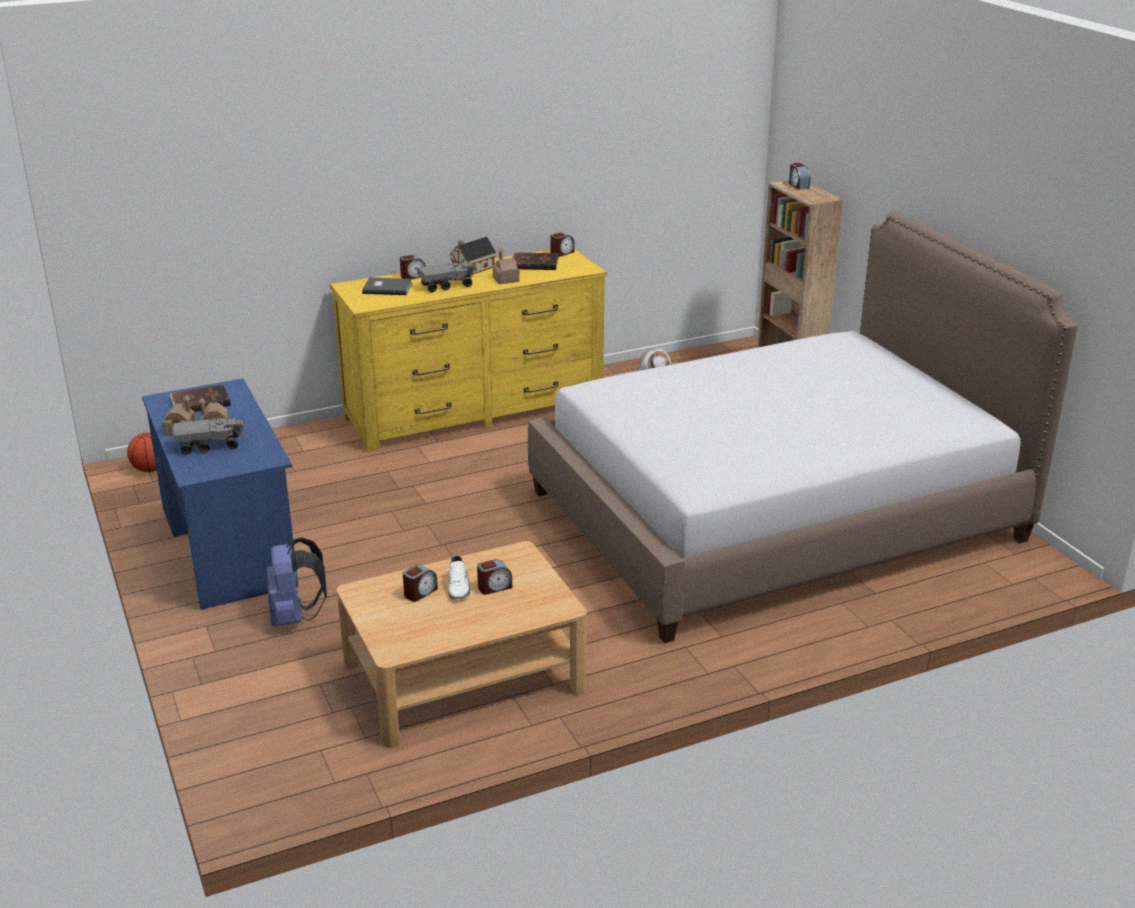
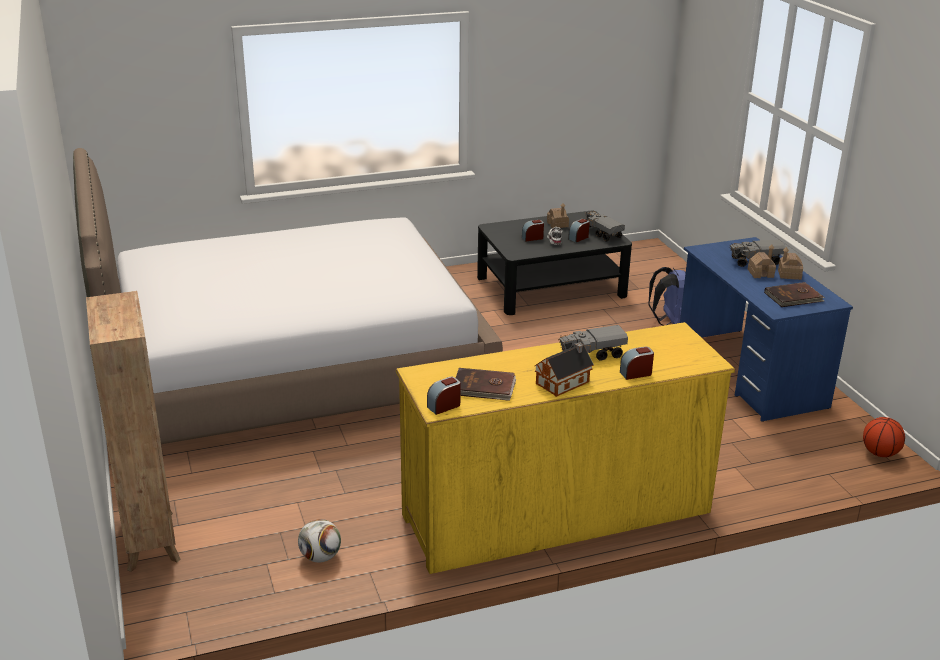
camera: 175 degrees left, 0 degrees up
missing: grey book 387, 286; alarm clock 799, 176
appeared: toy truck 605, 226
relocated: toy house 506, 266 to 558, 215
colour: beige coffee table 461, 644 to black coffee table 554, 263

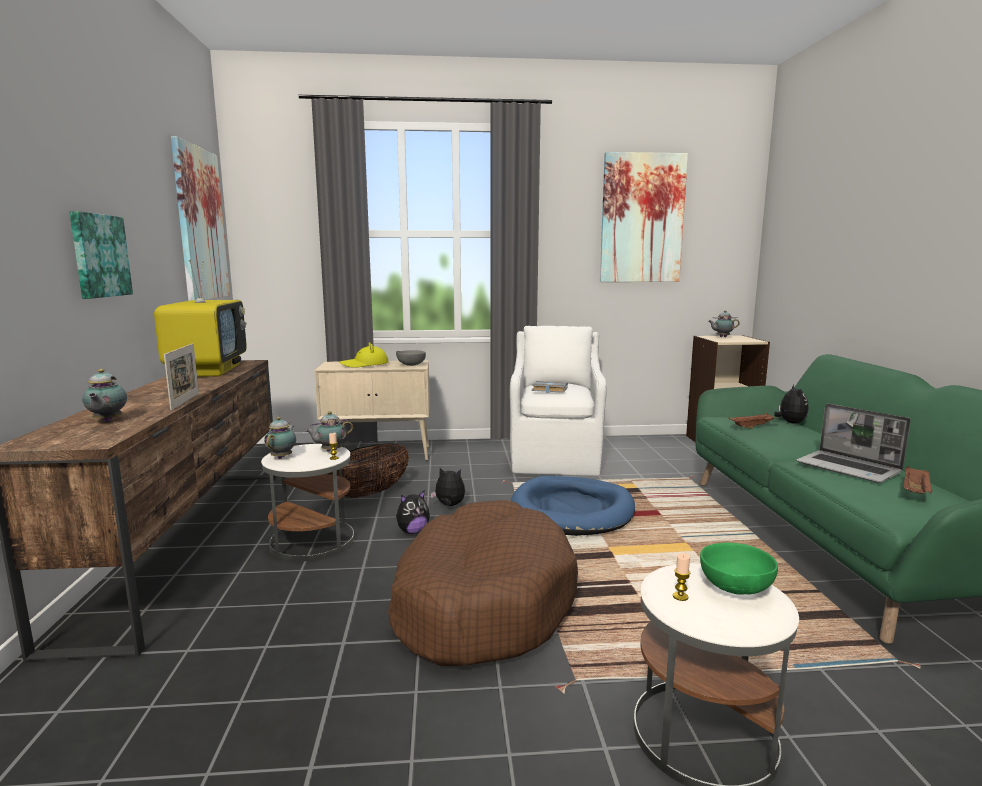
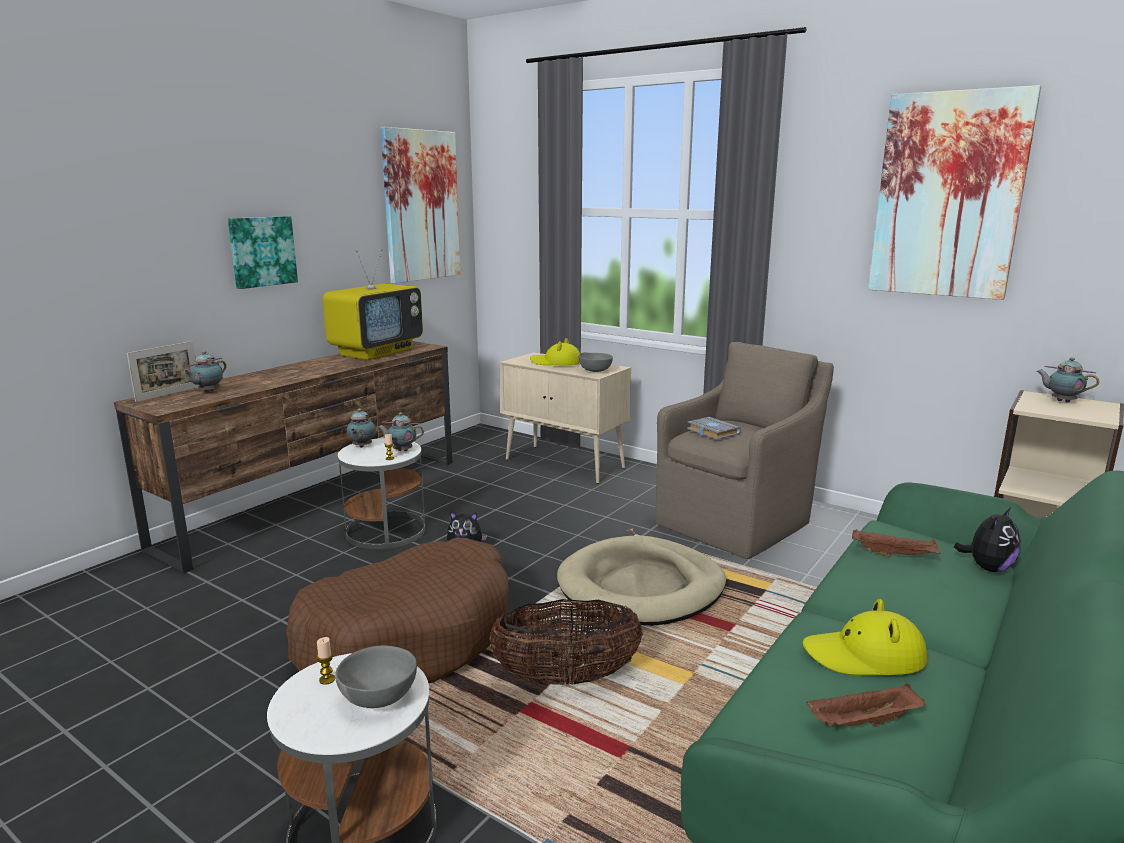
camera: 40 degrees right, 5 degrees up
missing: plush toy 447, 487
relocated: picture frame 181, 376 to 163, 371; basket 368, 470 to 566, 642
exchanged: laptop 853, 443 to yellow hat 865, 637
colour: white armchair 558, 401 to brown armchair 745, 450; blue dog bed 573, 506 to beige dog bed 641, 581; green bowl 739, 569 to grey bowl 376, 676
spun: teapot 280, 438 = 361, 428 135 degrees clockwise

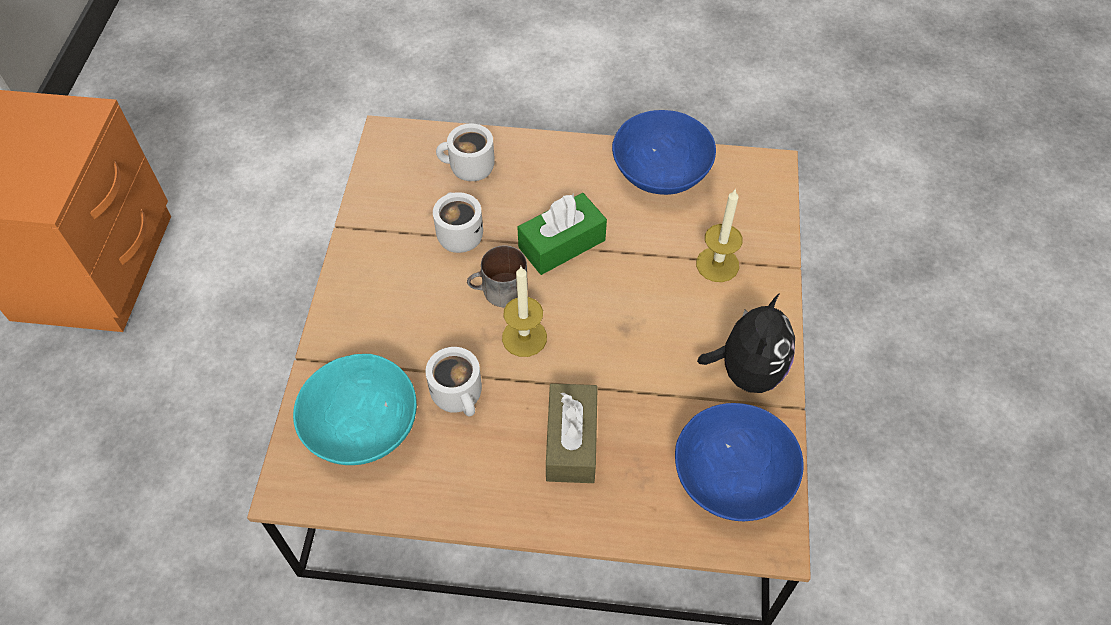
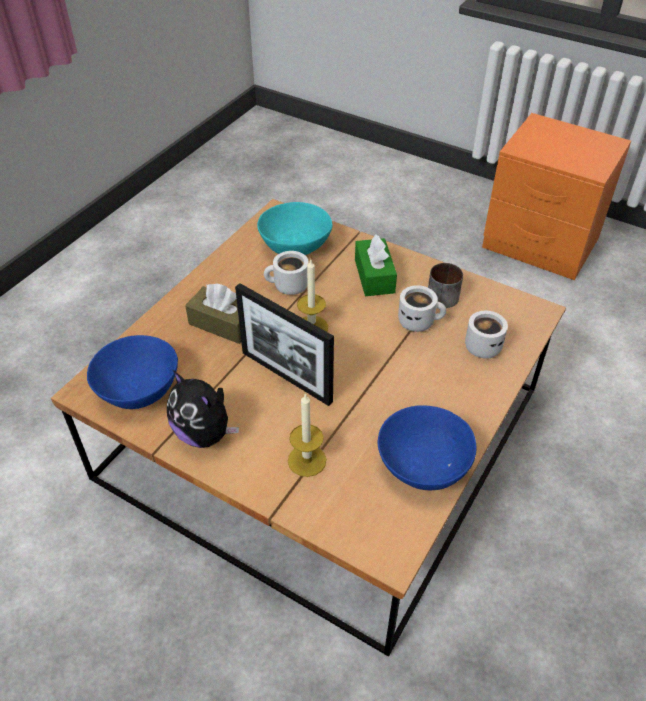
camera: 115 degrees right, 10 degrees down
appeared: picture frame 284, 344
relocated: mug 497, 276 to 445, 285; green tissue box 562, 234 to 376, 265

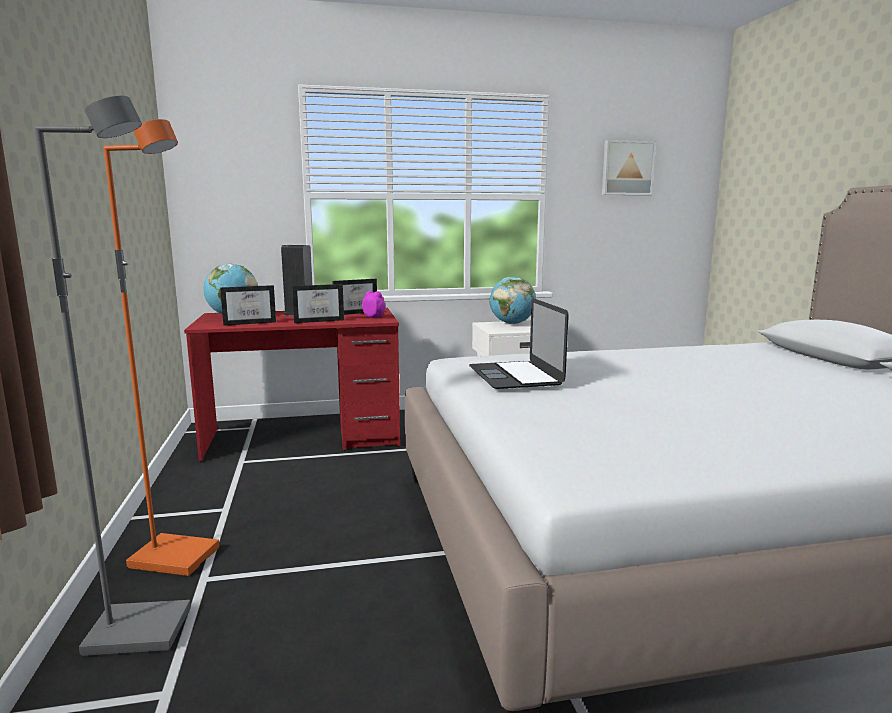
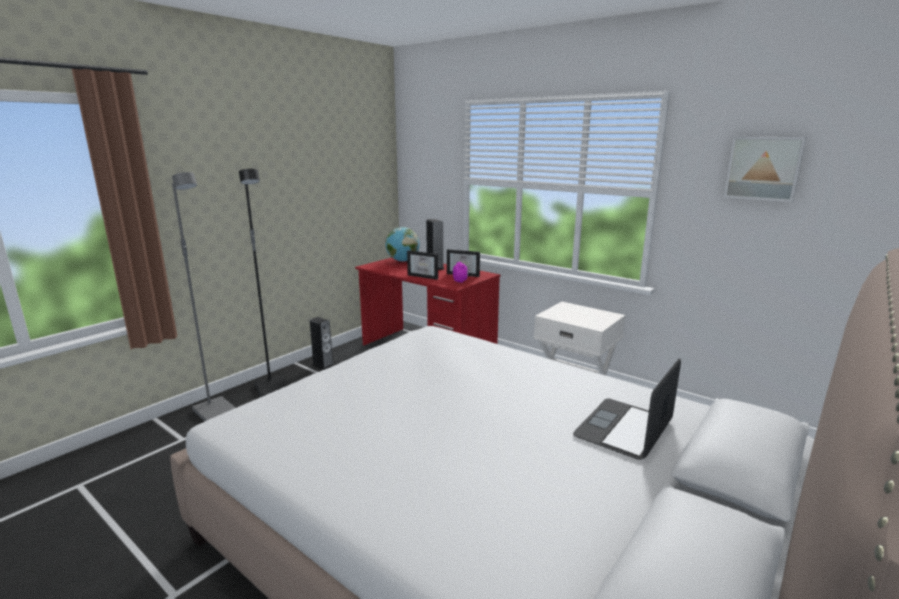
camera: 50 degrees right, 5 degrees up
missing: picture frame 248, 305; globe 513, 300
appeared: speaker 322, 343
relocated: laptop 519, 343 to 627, 409
colour: orange floor lamp 161, 347 to black floor lamp 263, 283

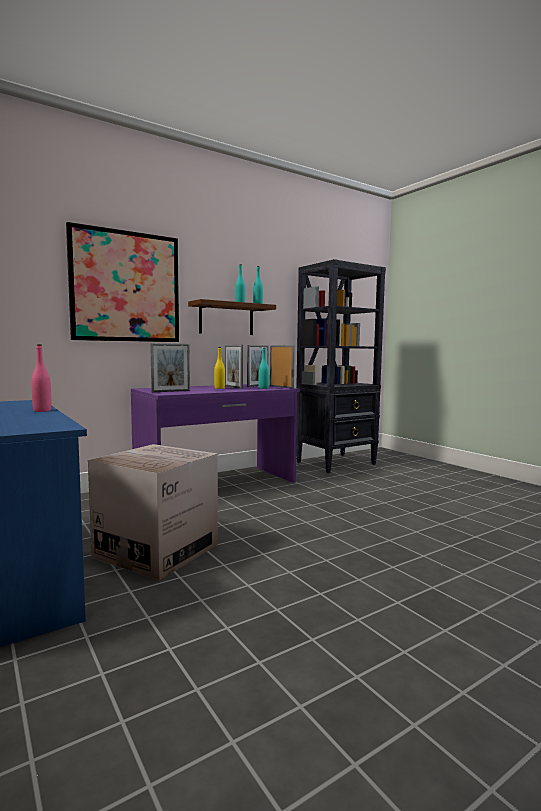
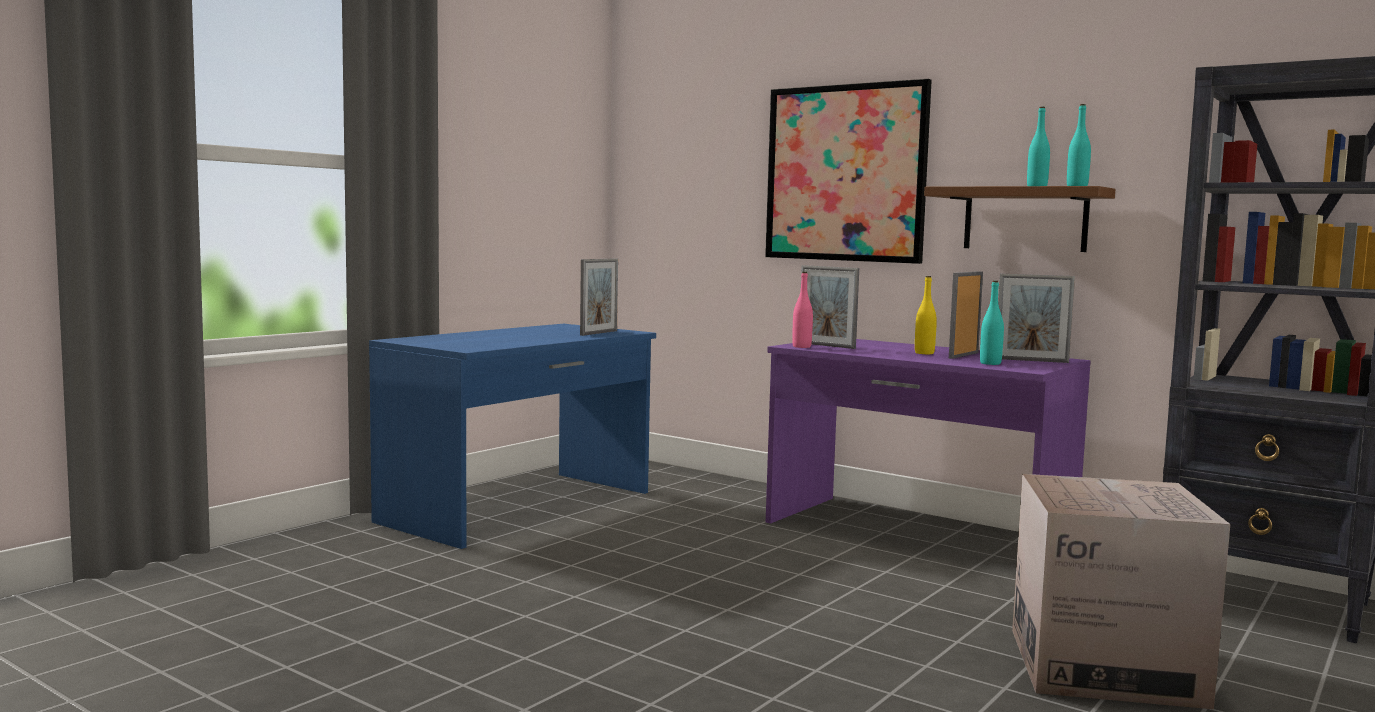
camera: 70 degrees right, 0 degrees up
relocated: pink bottle 41, 378 to 802, 310; cardboard box 153, 512 to 1121, 591; picture frame 282, 366 to 599, 297

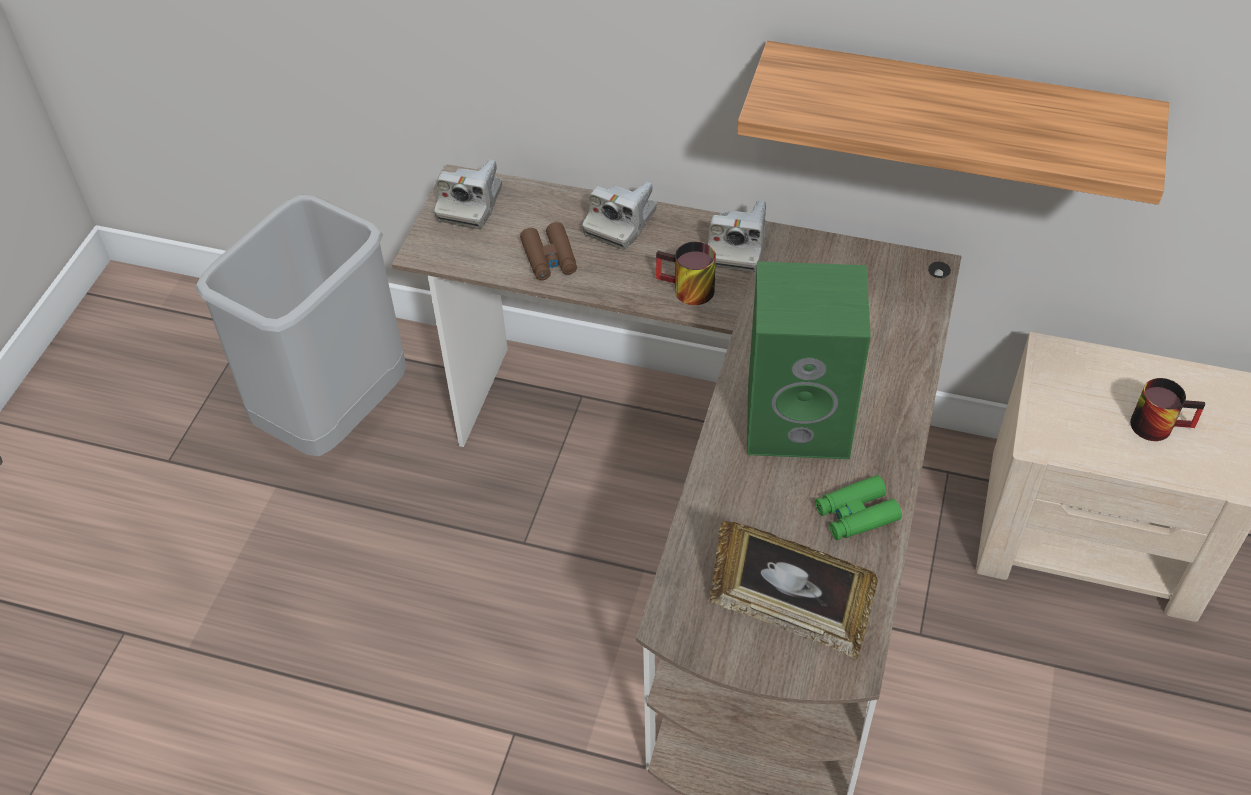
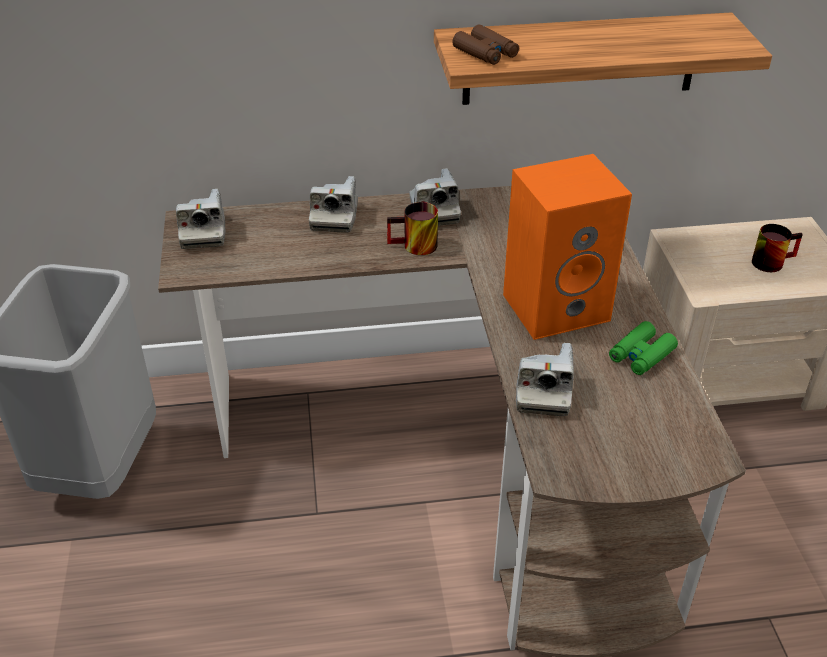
camera: 25 degrees left, 10 degrees down
missing: picture frame 793, 590
appeared: photo camera 545, 379
relocated: brown binoculars 548, 251 to 485, 44
colour: green speaker 809, 360 to orange speaker 567, 247

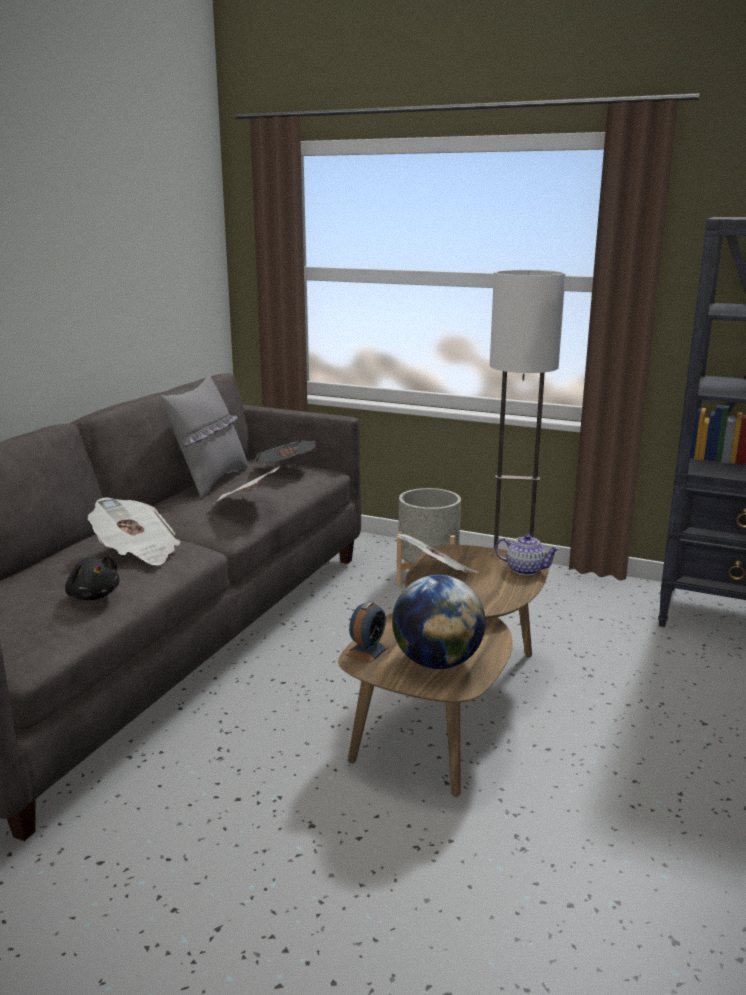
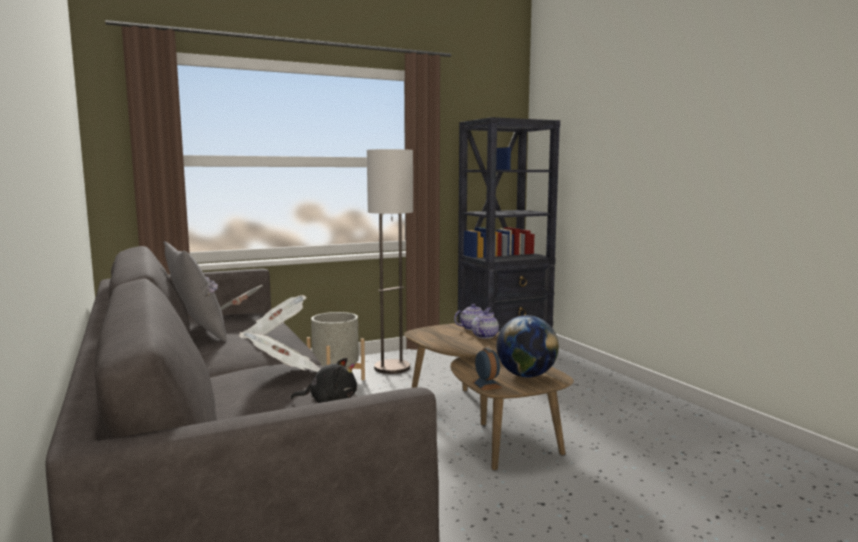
camera: 50 degrees left, 10 degrees down
missing: newspaper 437, 553
appeared: teapot 485, 325

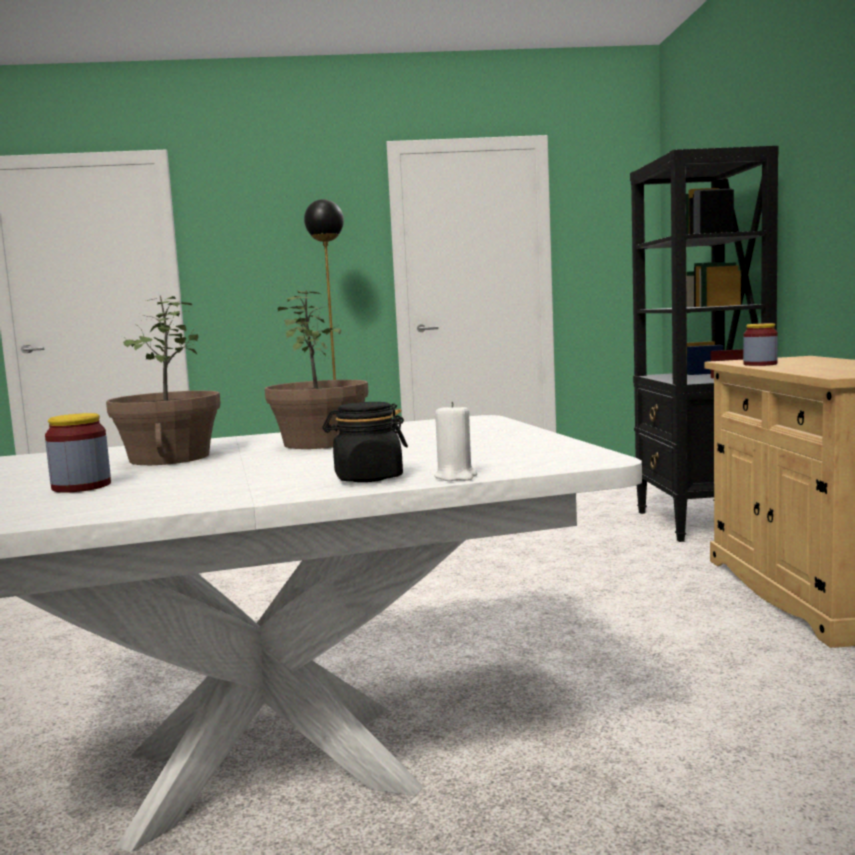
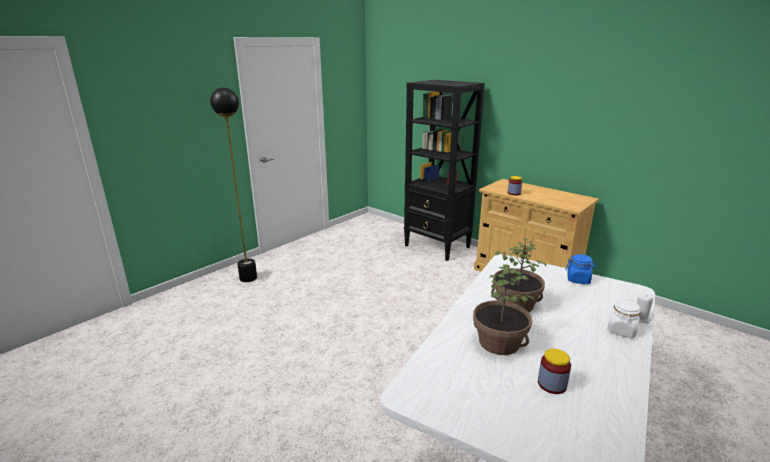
camera: 45 degrees left, 15 degrees up
appeared: blue jar 581, 269
colour: black jar 365, 442 to white jar 623, 318

